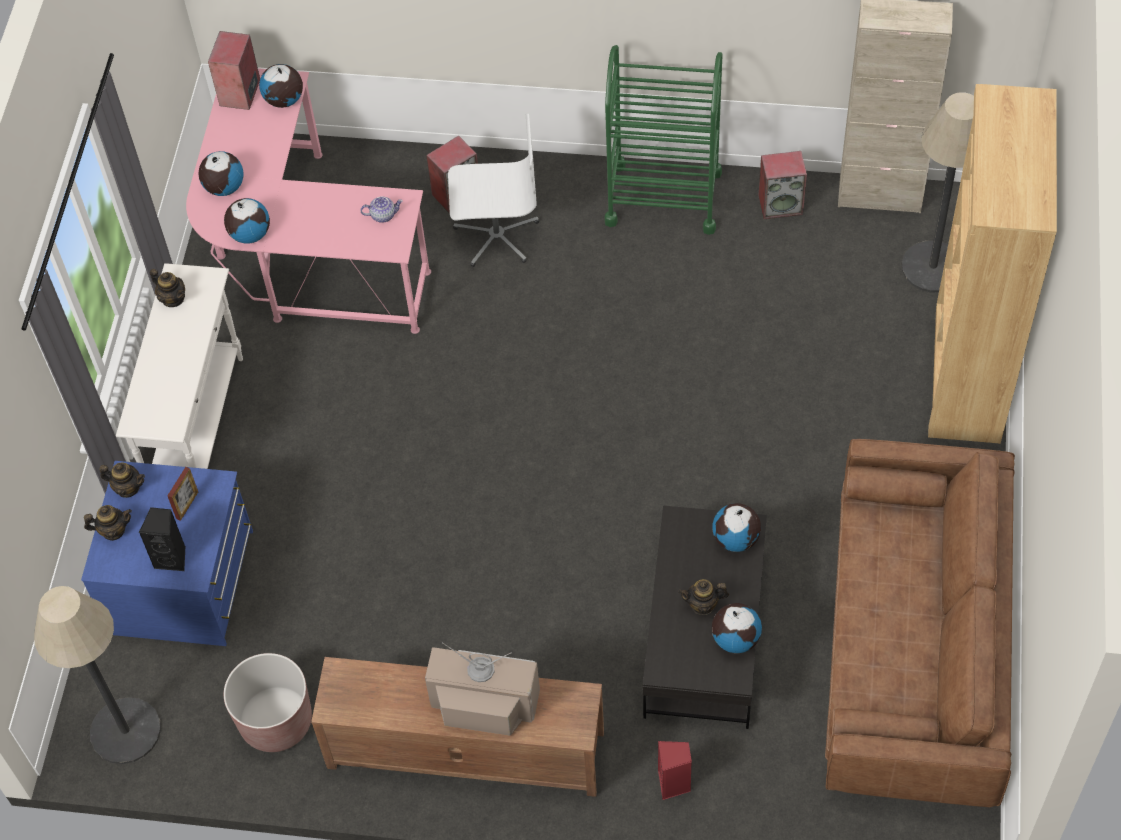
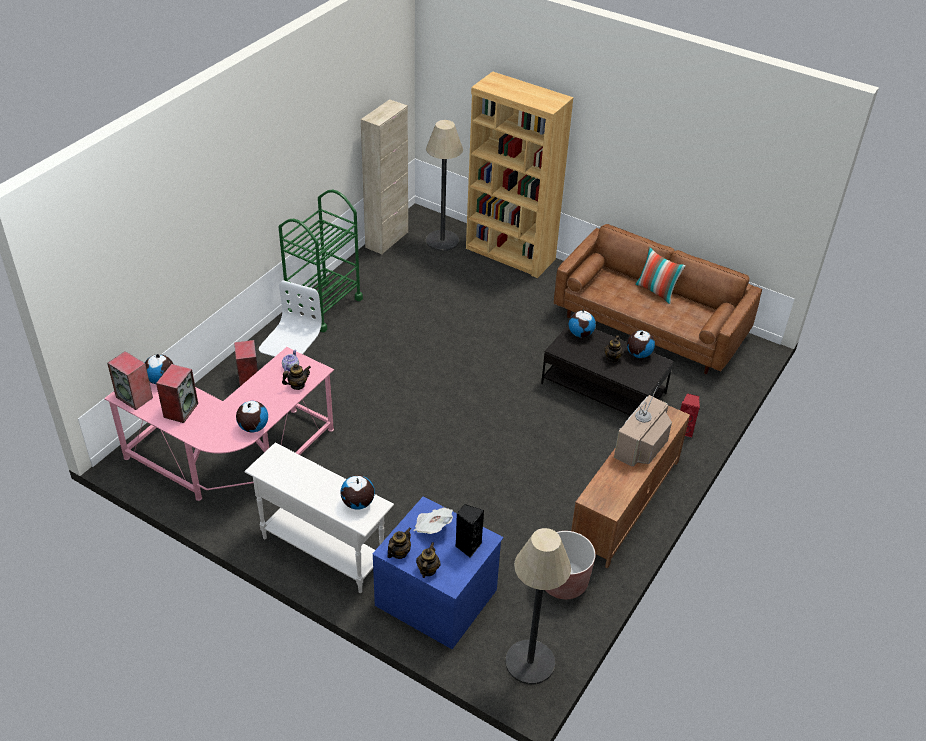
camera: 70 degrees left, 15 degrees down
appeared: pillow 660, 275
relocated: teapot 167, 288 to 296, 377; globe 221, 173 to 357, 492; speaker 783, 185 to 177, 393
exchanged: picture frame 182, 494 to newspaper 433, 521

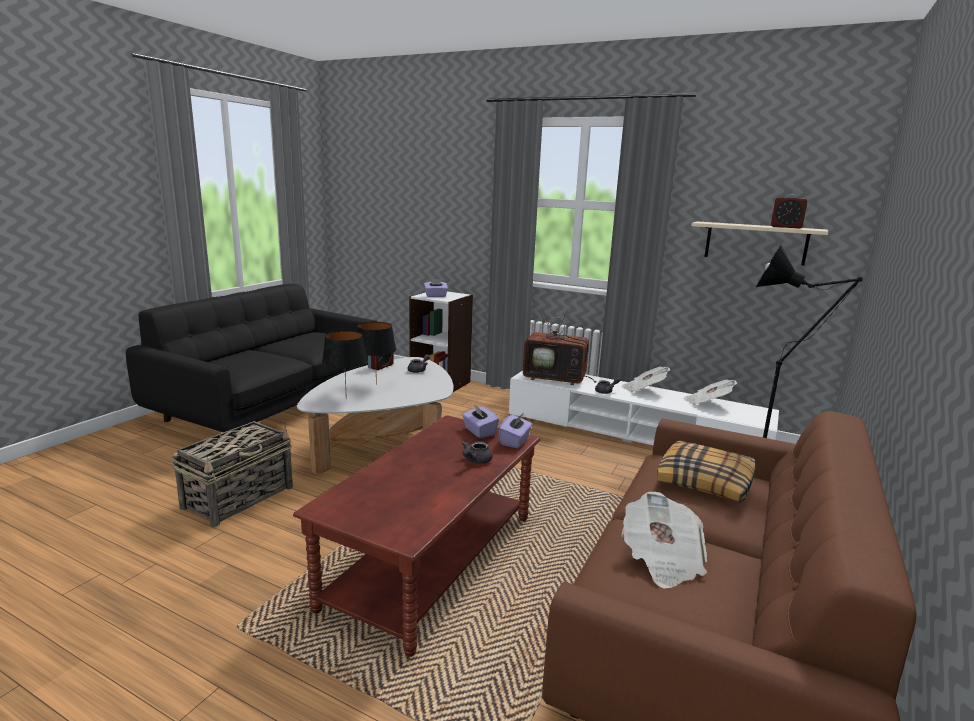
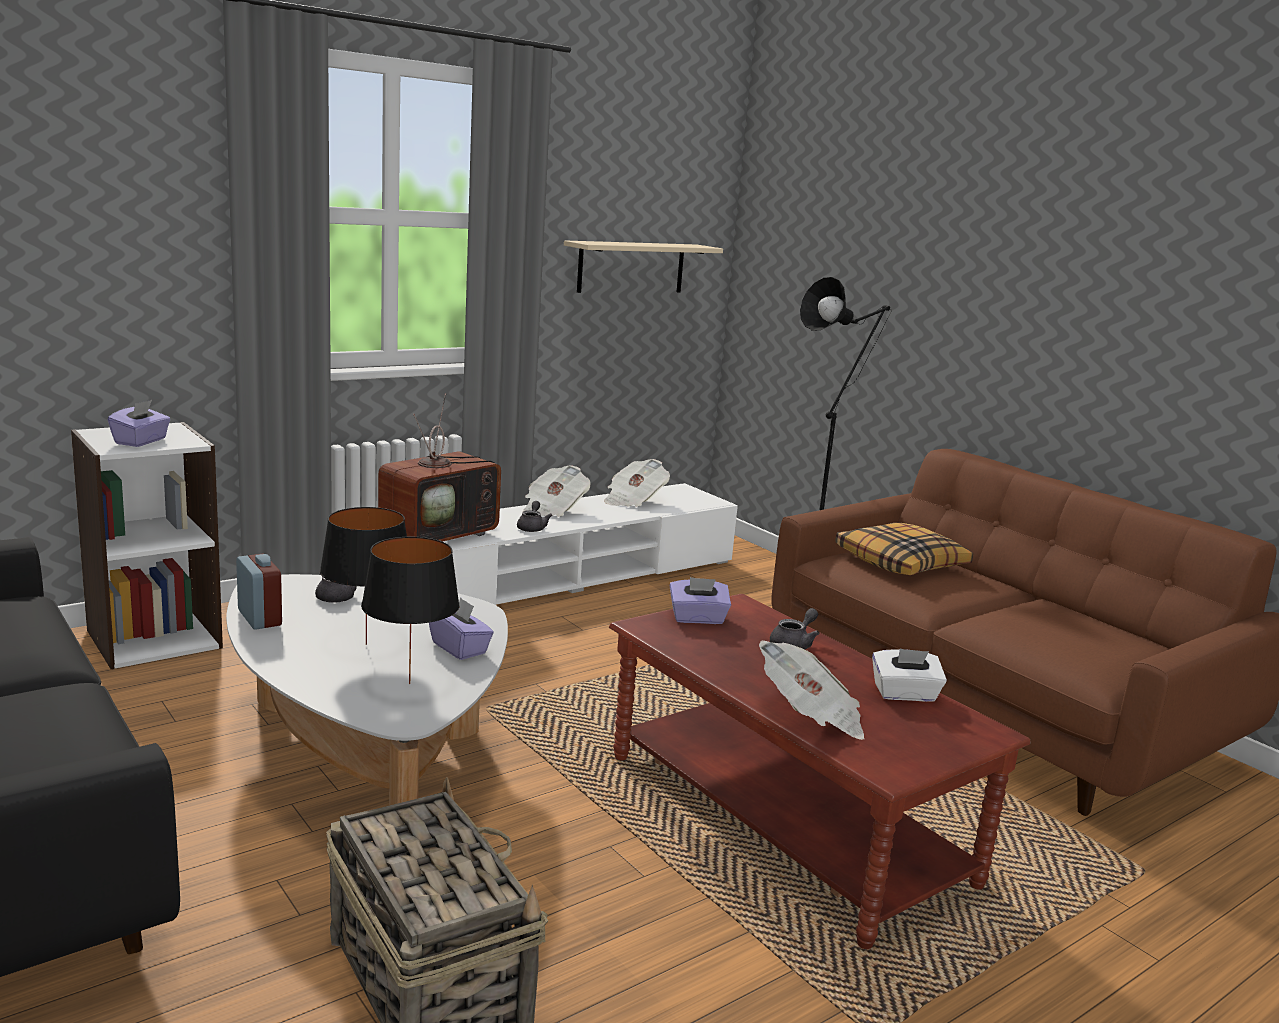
camera: 65 degrees left, 0 degrees up
missing: alarm clock 789, 212
appeared: white tissue box 909, 675
relocated: purple tissue box 515, 431 to 461, 628; newspaper 664, 540 to 811, 690
spun: grey teapot 477, 452 = 795, 629 105 degrees counterclockwise

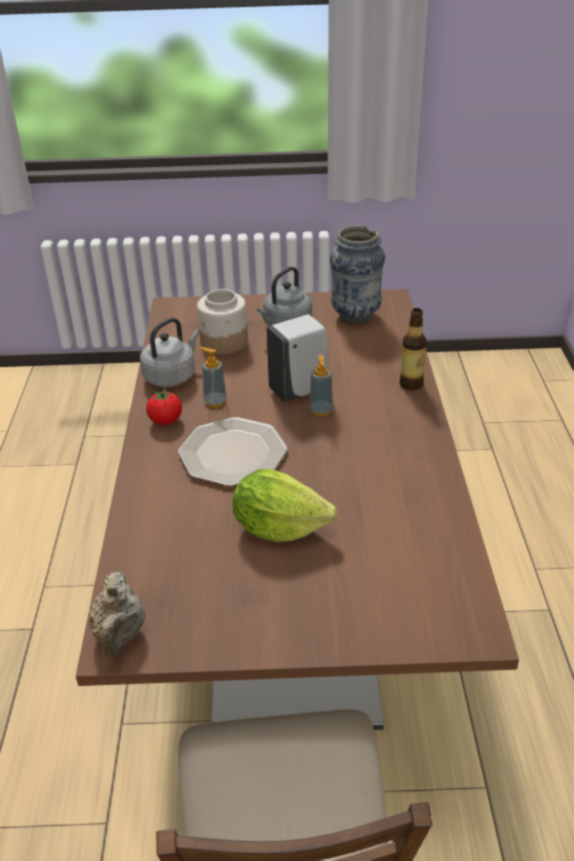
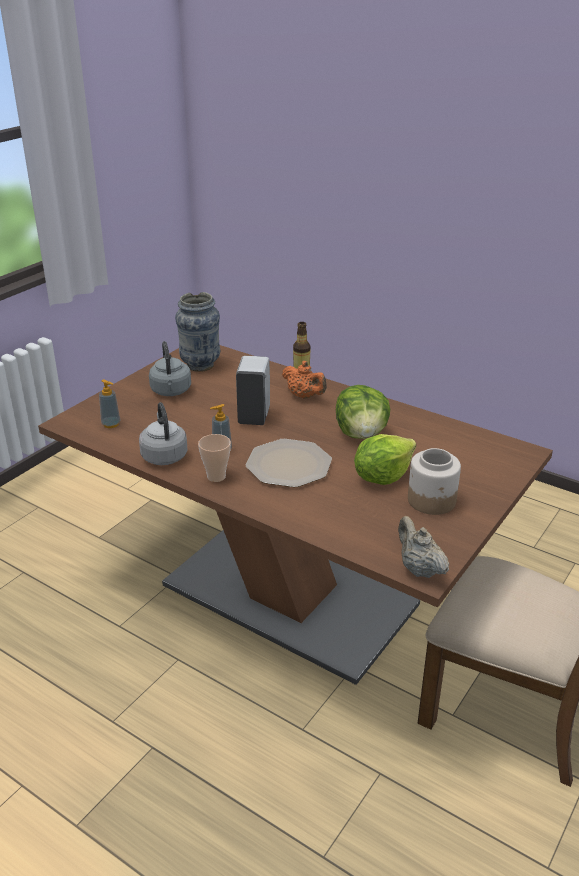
camera: 55 degrees left, 5 degrees down
appeared: orange teapot 304, 380; lettuce 363, 412
relocated: jar 222, 322 to 434, 481; soap dispenser 321, 385 to 109, 403
exchanged: tomato 164, 407 to cup 214, 458
spun: beige teapot 117, 614 = 423, 547 150 degrees counterclockwise

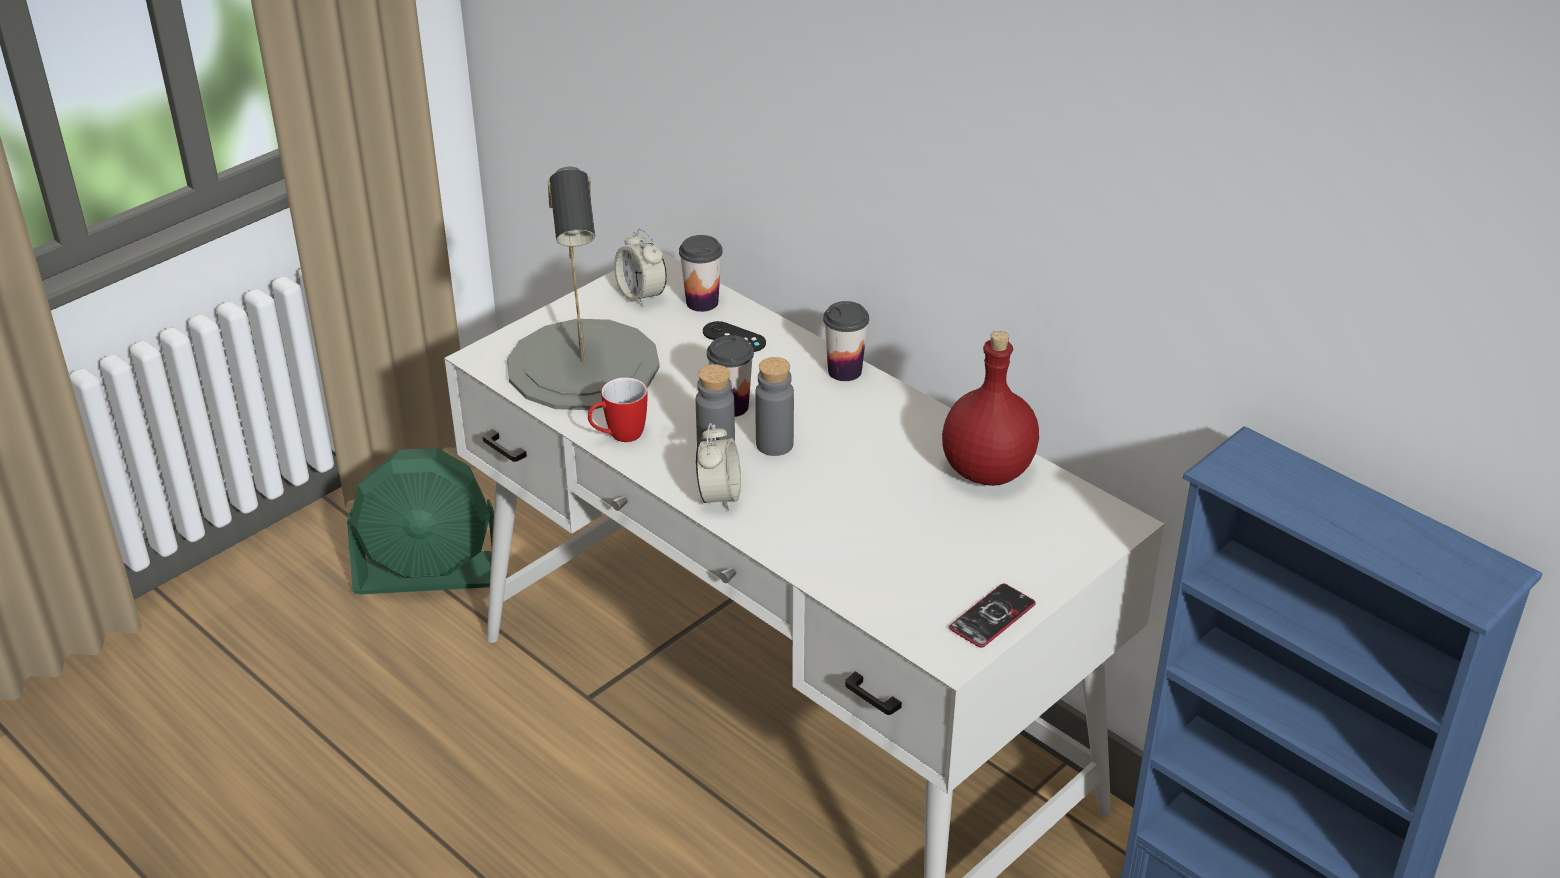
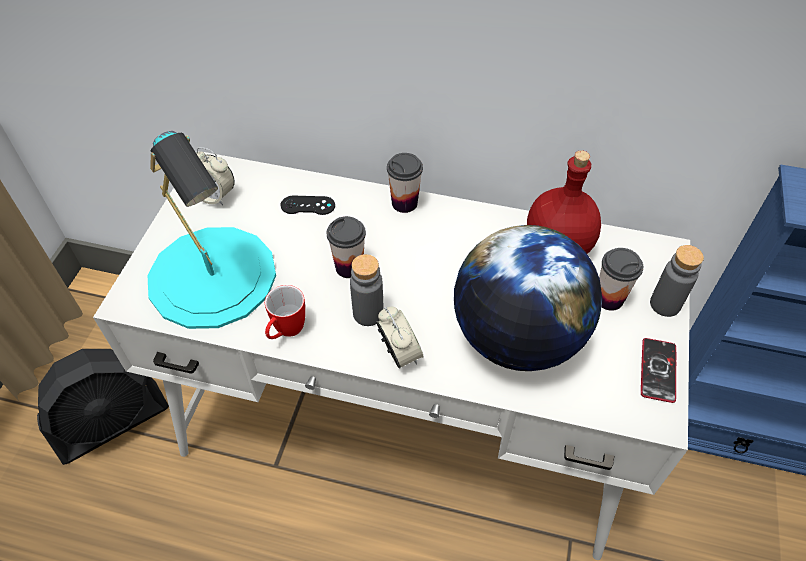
camera: 30 degrees left, 15 degrees up
appeared: globe 528, 298
relocated: cup 701, 273 to 621, 279; grey bottle 774, 406 to 677, 281
colour: green fan 427, 521 to black fan 103, 407; grey table lamp 583, 288 to turquoise table lamp 211, 230

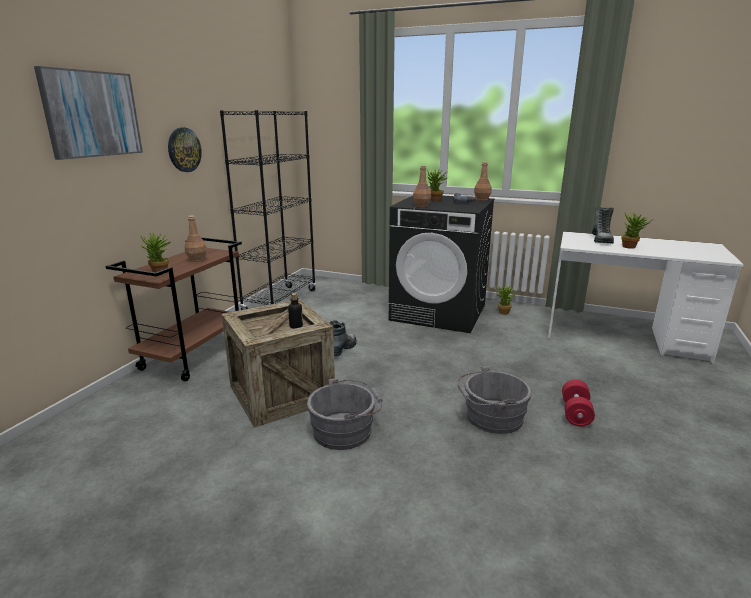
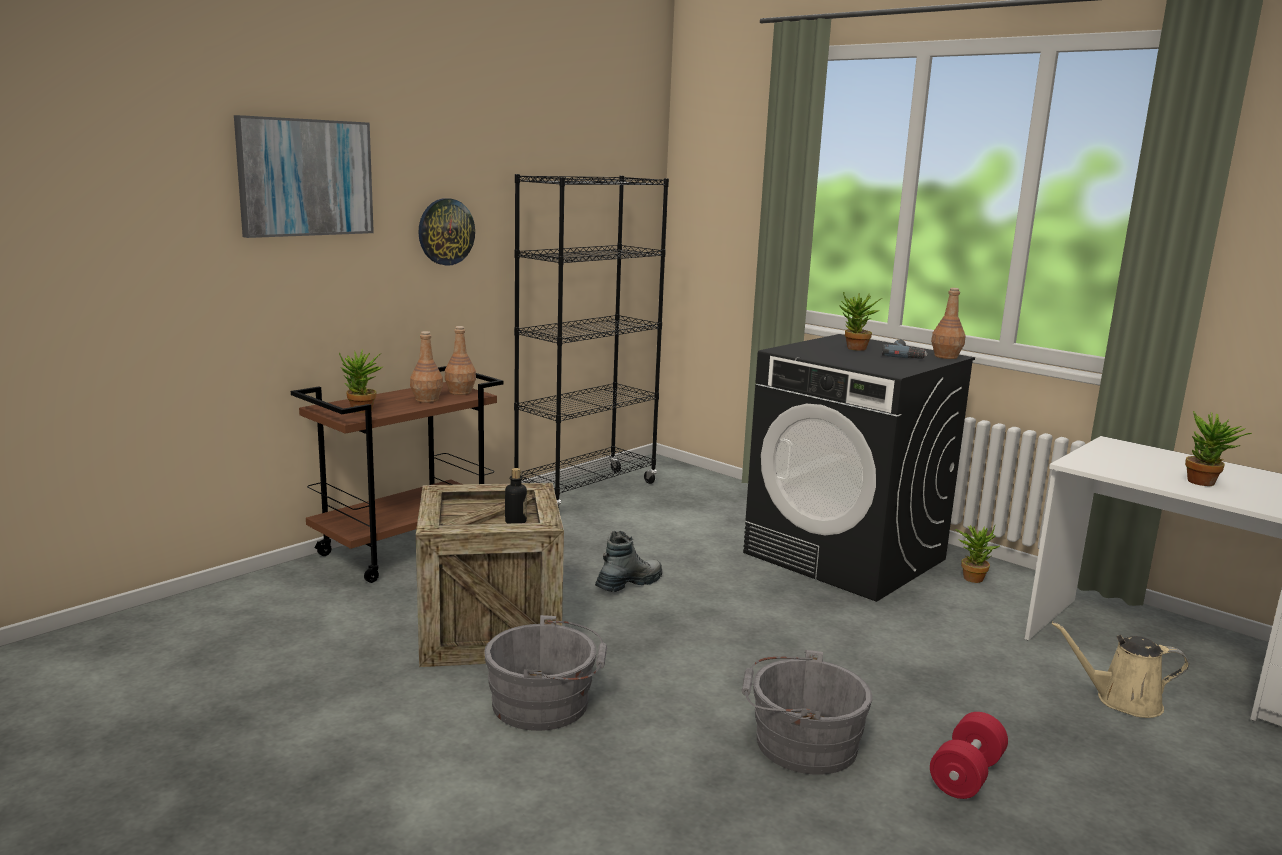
camera: 20 degrees right, 5 degrees down
missing: boot 603, 225
appeared: beige watering can 1120, 670
relocated: brown bottle 422, 186 to 460, 360

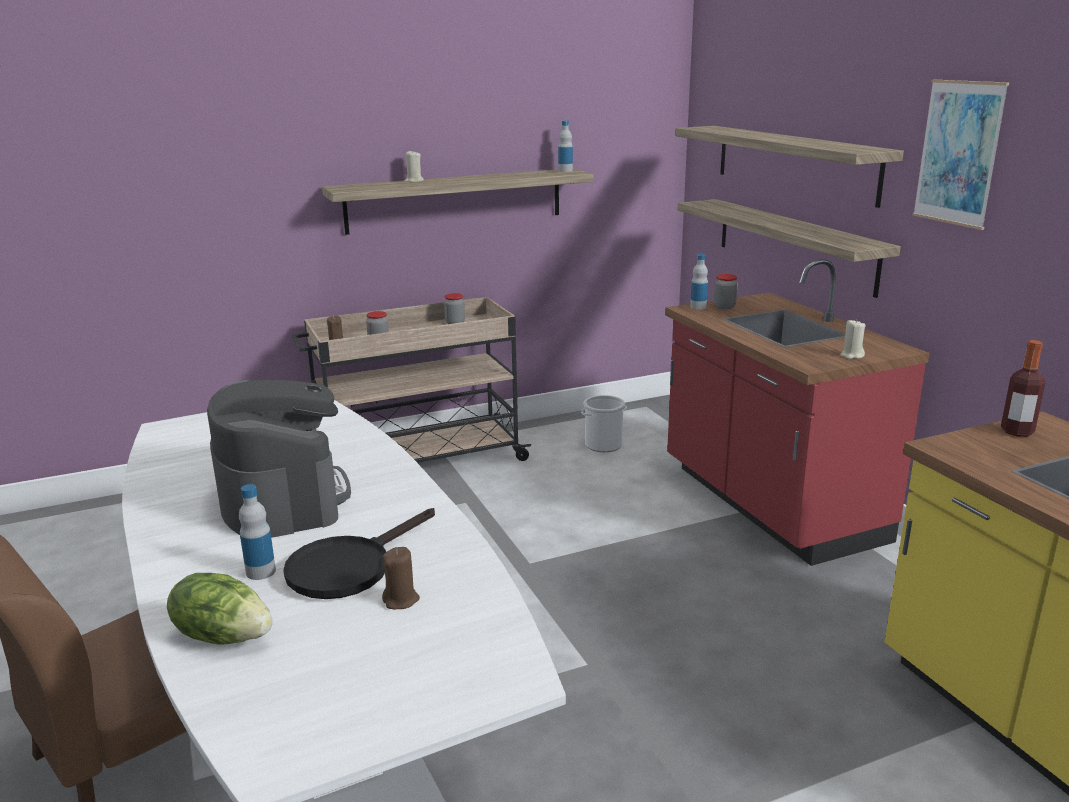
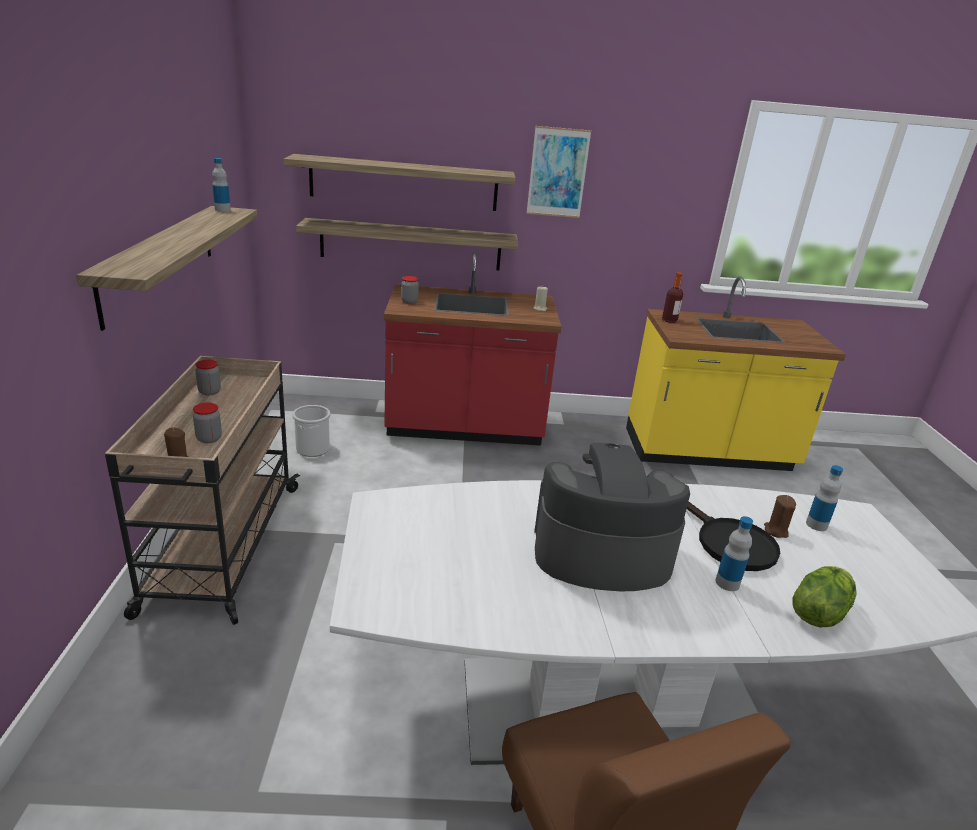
camera: 70 degrees left, 5 degrees up
missing: beige candle 414, 166
relocated: bottle 699, 282 to 824, 498

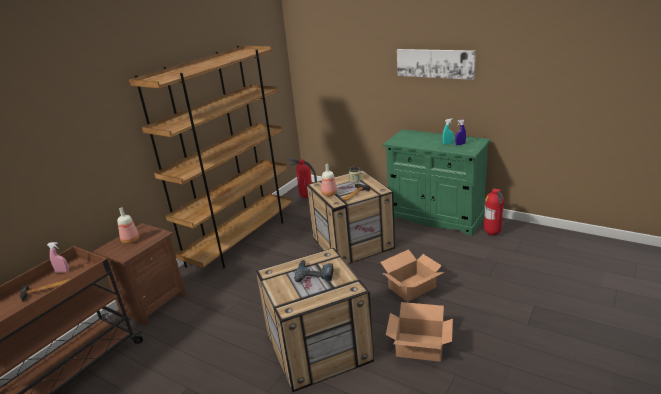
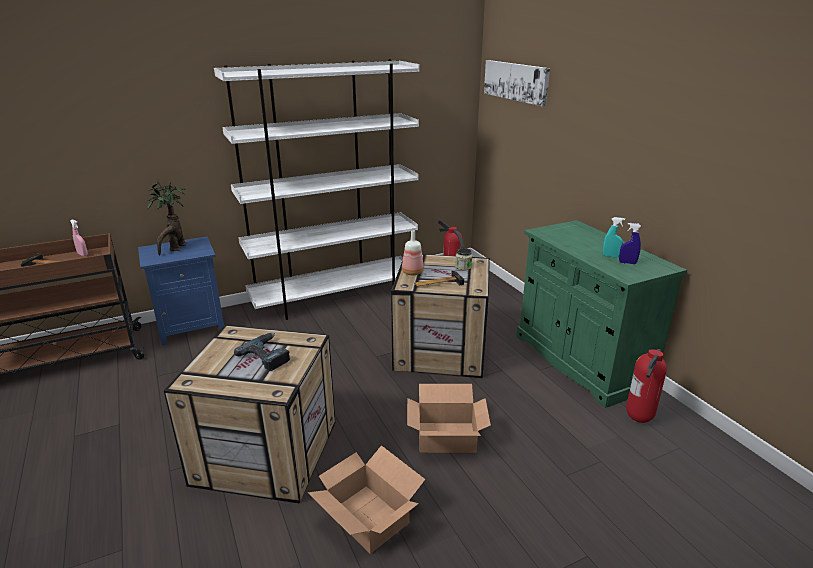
camera: 30 degrees right, 0 degrees up
relocated: picture 436, 64 to 517, 83
exchanged: bottle 128, 225 to potted plant 167, 218
colour: brown nightstand 139, 274 to blue nightstand 181, 291; brown bookcase 210, 157 to white bookcase 317, 189

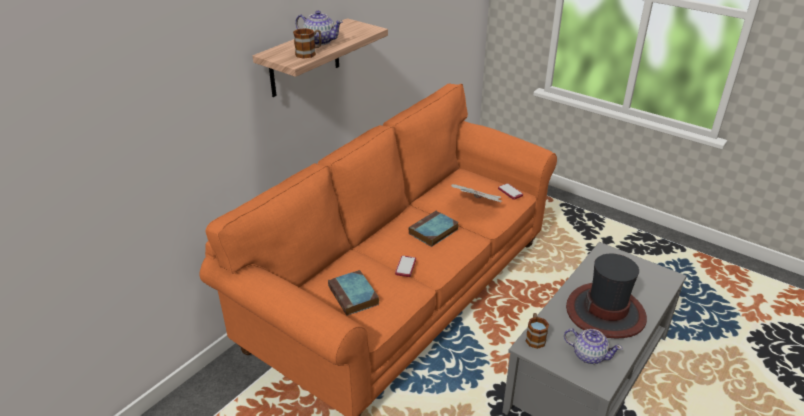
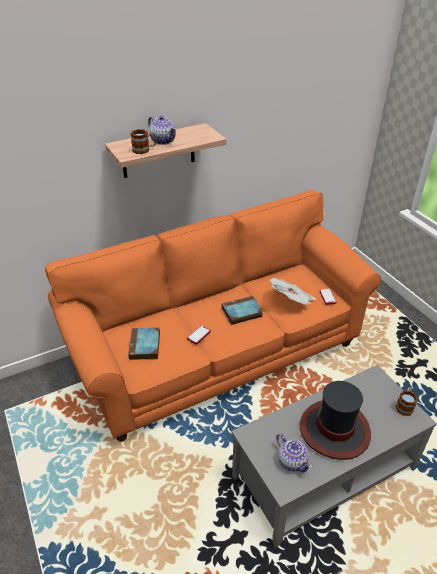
camera: 25 degrees right, 5 degrees up
relocated: mug 537, 331 to 407, 401

